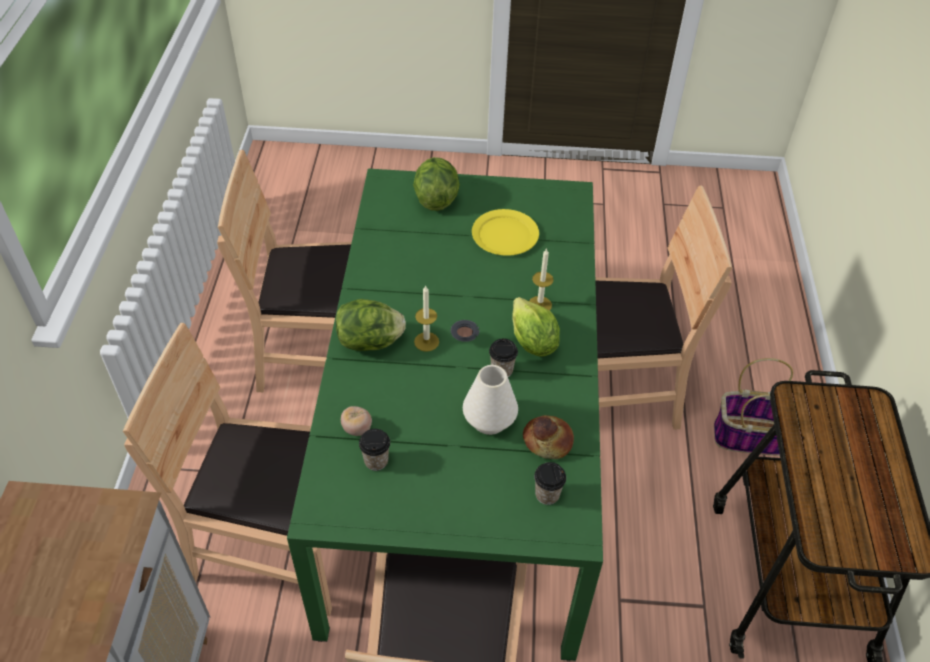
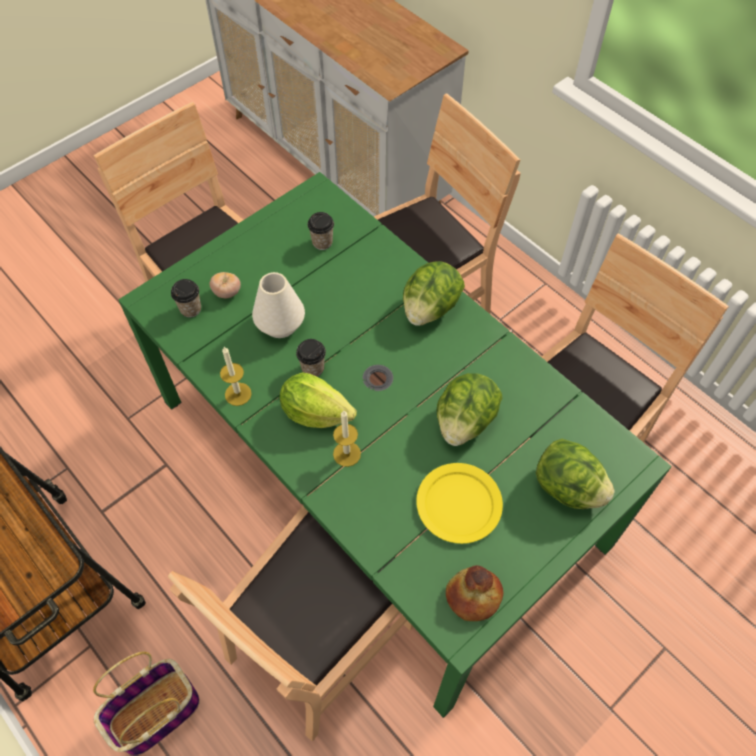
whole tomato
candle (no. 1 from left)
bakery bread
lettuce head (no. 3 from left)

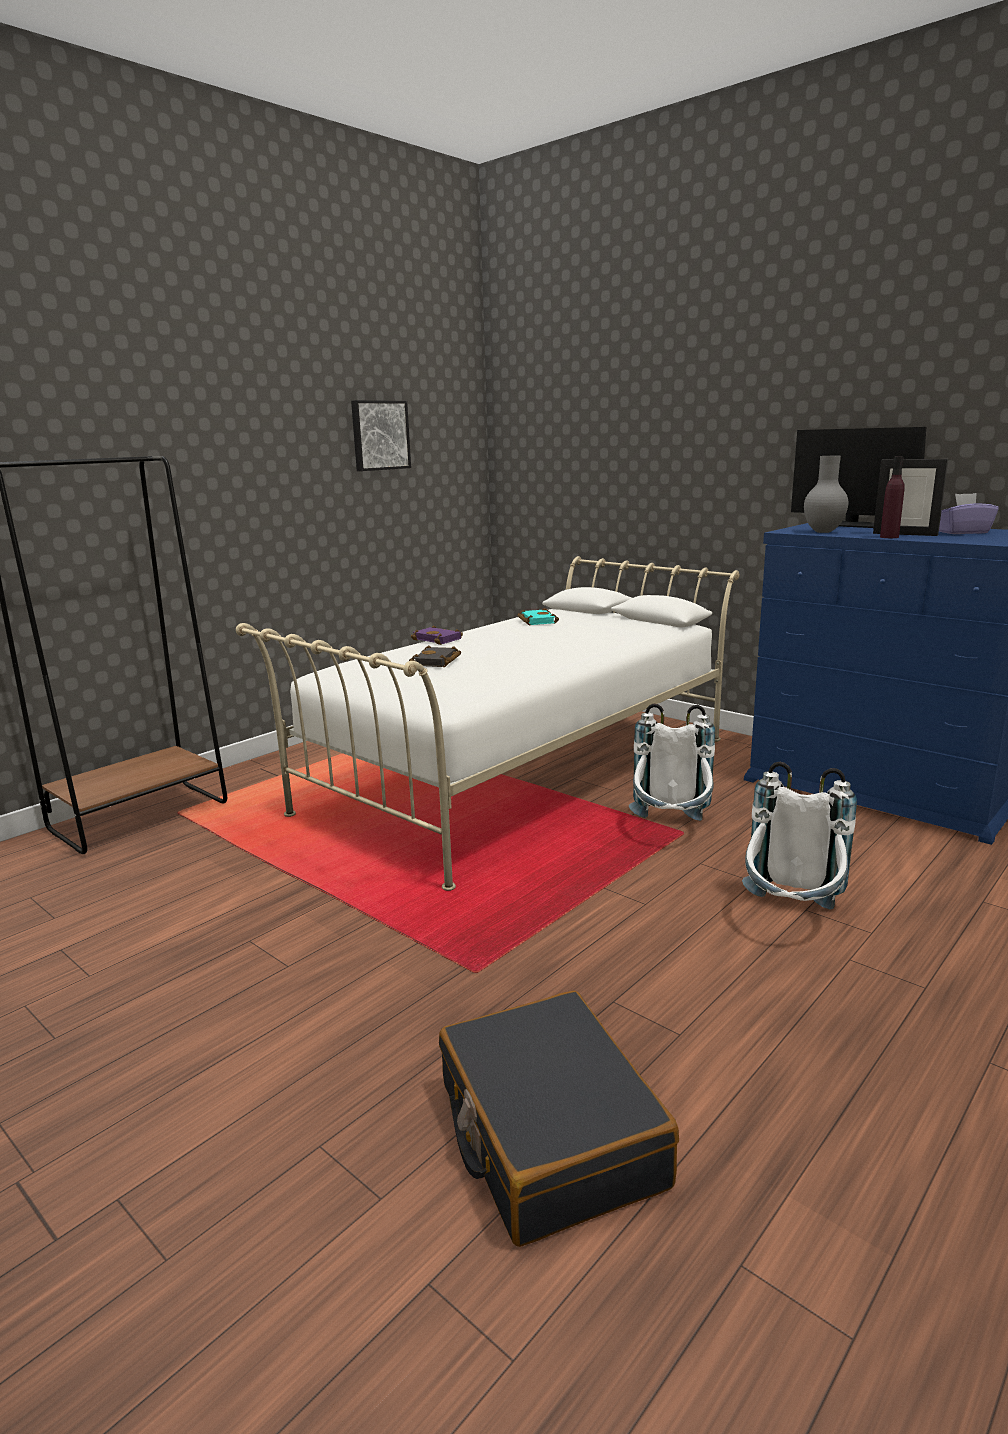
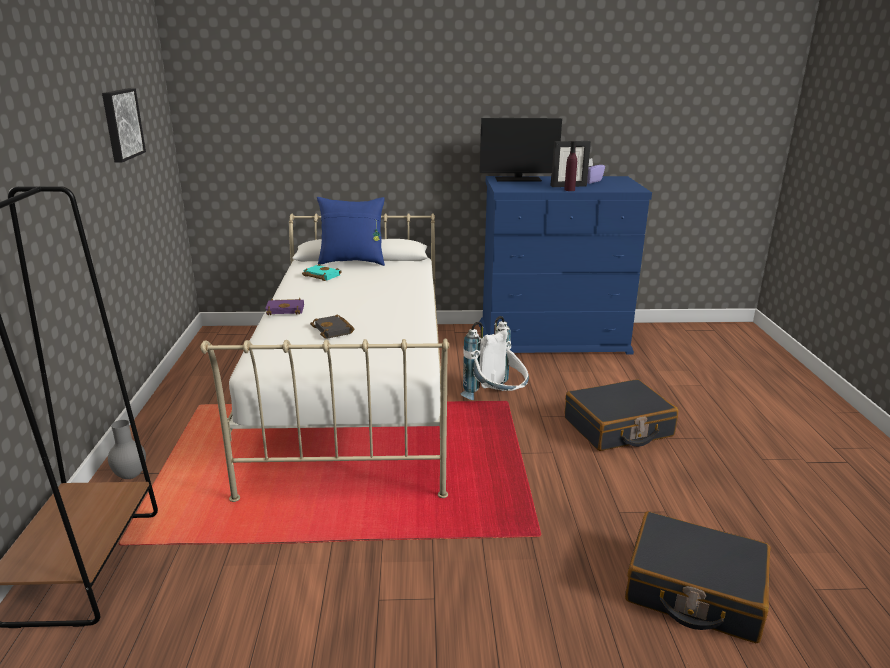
blackish travel case (no. 1 from left)
grey vase
bluish throw pillow

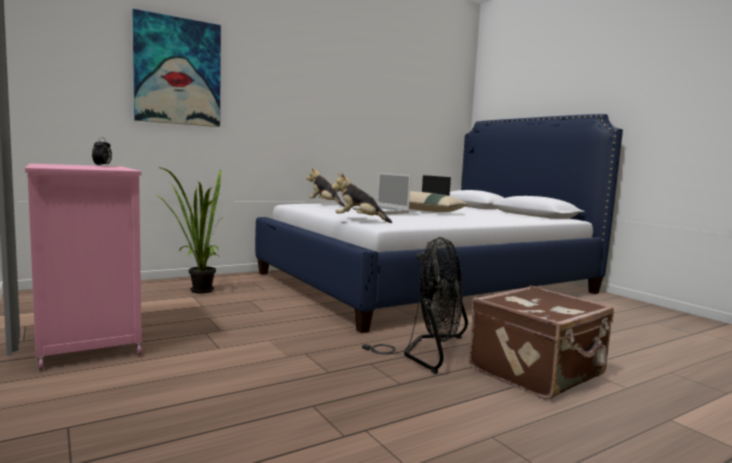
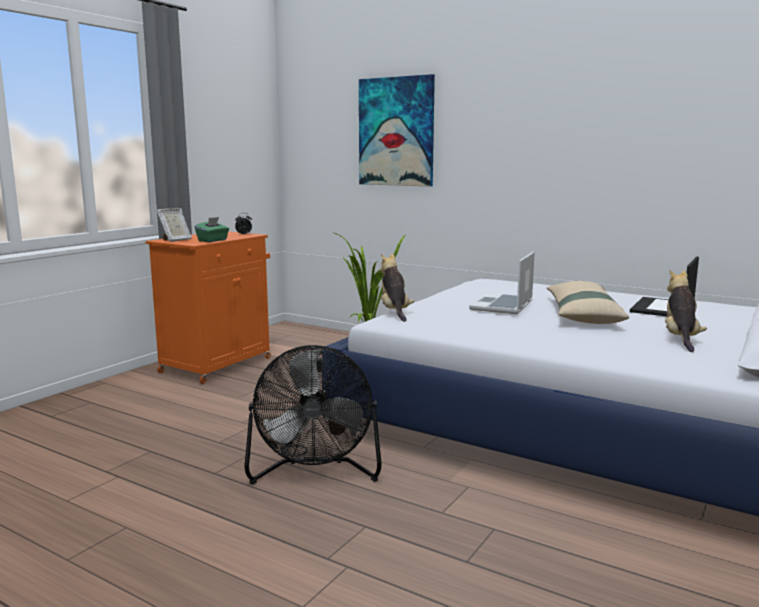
orange-coloured cupboard
soft toy (no. 2 from left)
brown travel case
standing frame
green box of tissues

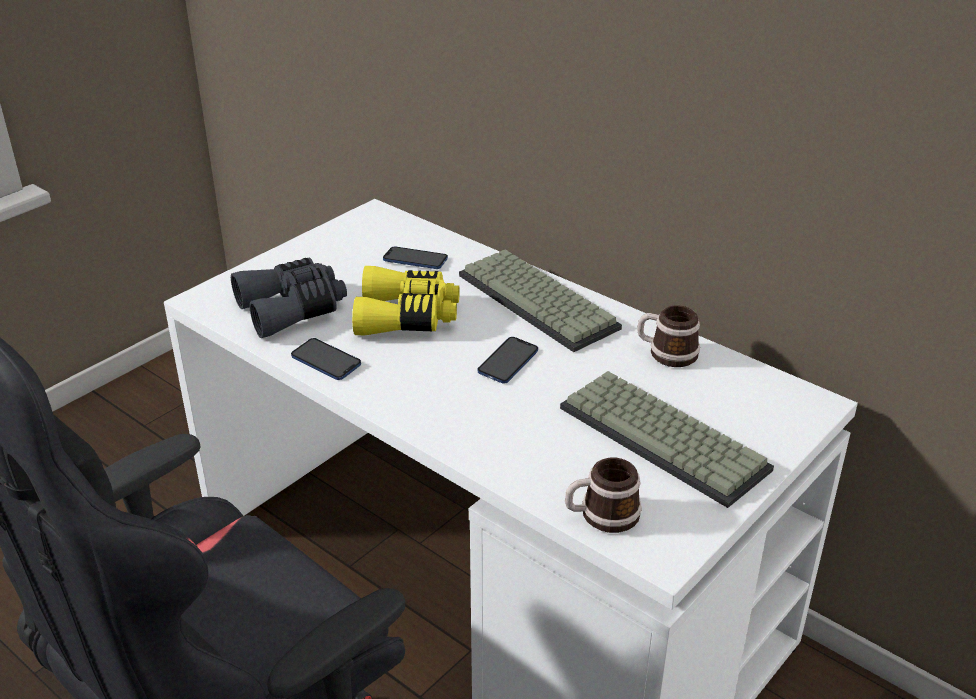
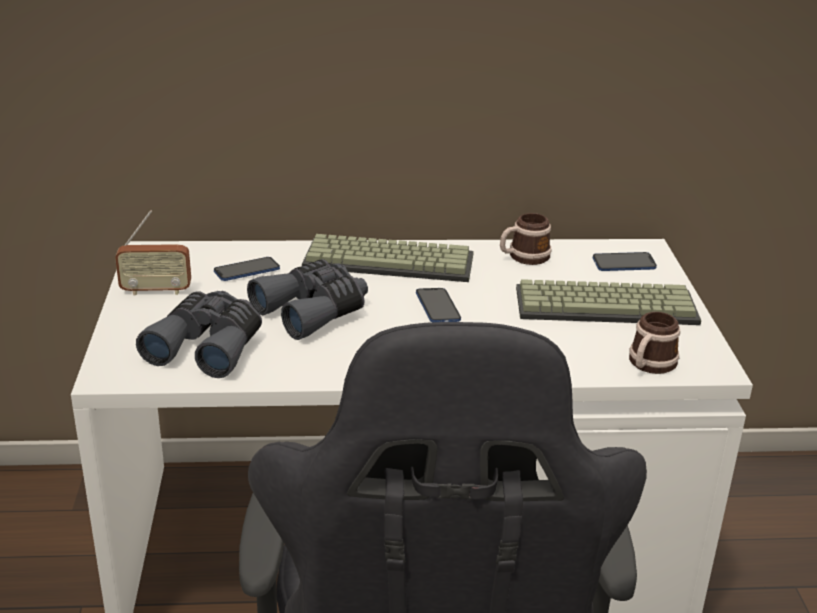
telephone (no. 3 from left)
grey field glasses (no. 2 from left)
radio

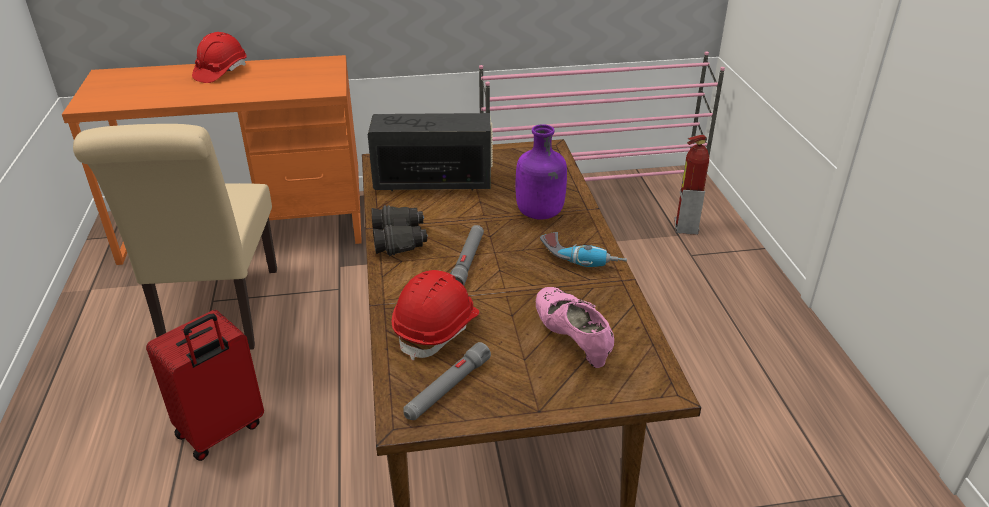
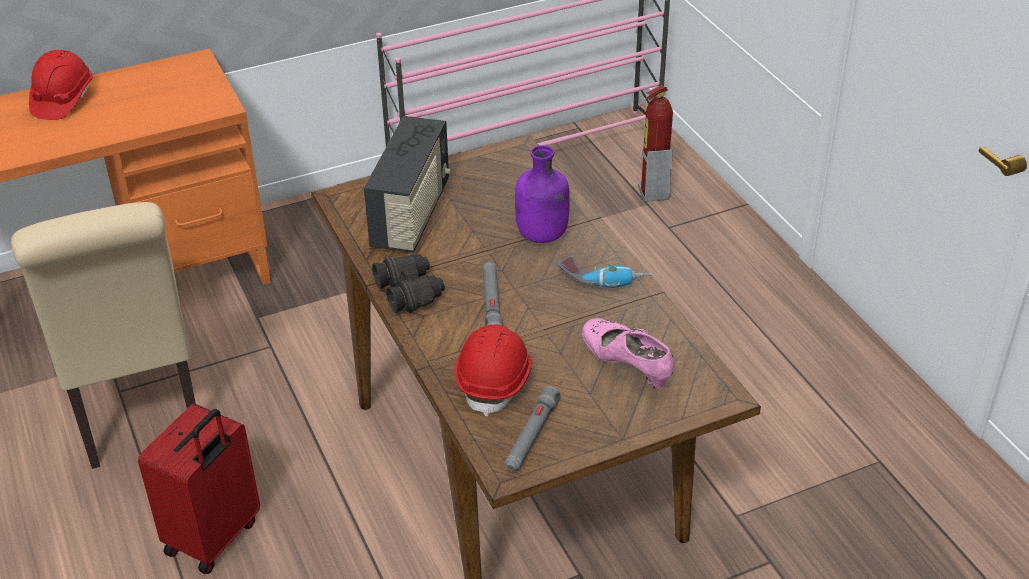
radio

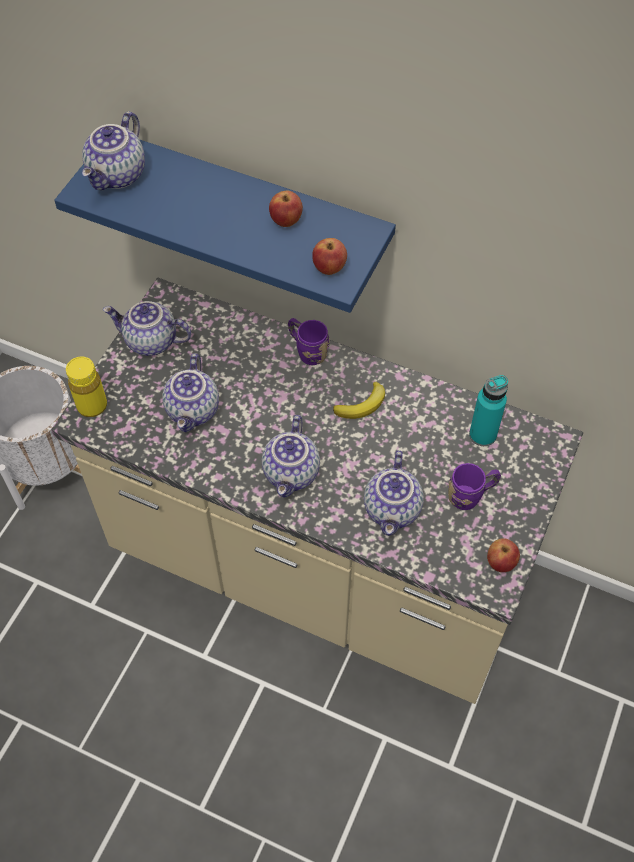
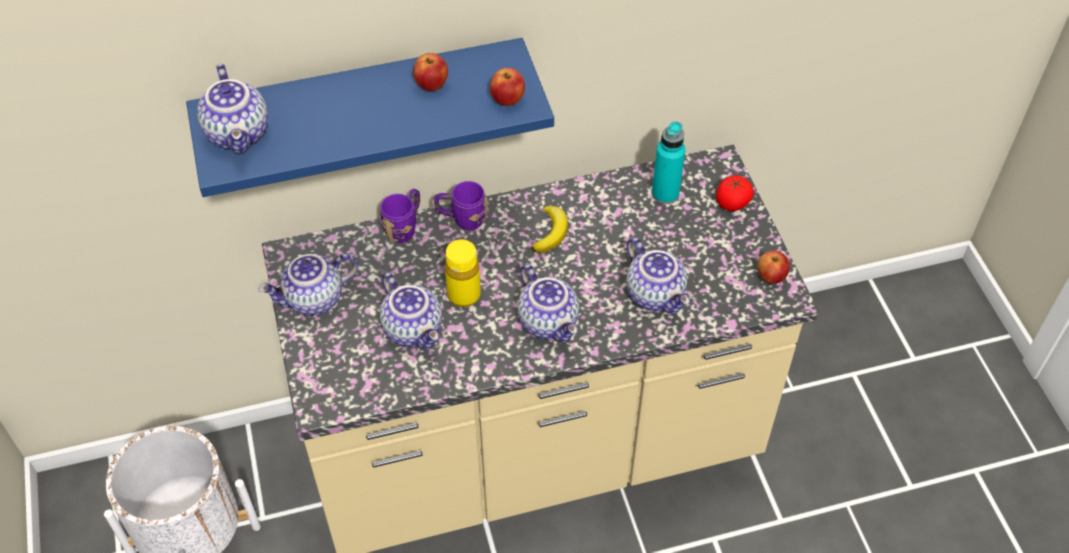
yellowish beverage bottle
purple-coloured coffee mug (no. 1 from left)
whole tomato

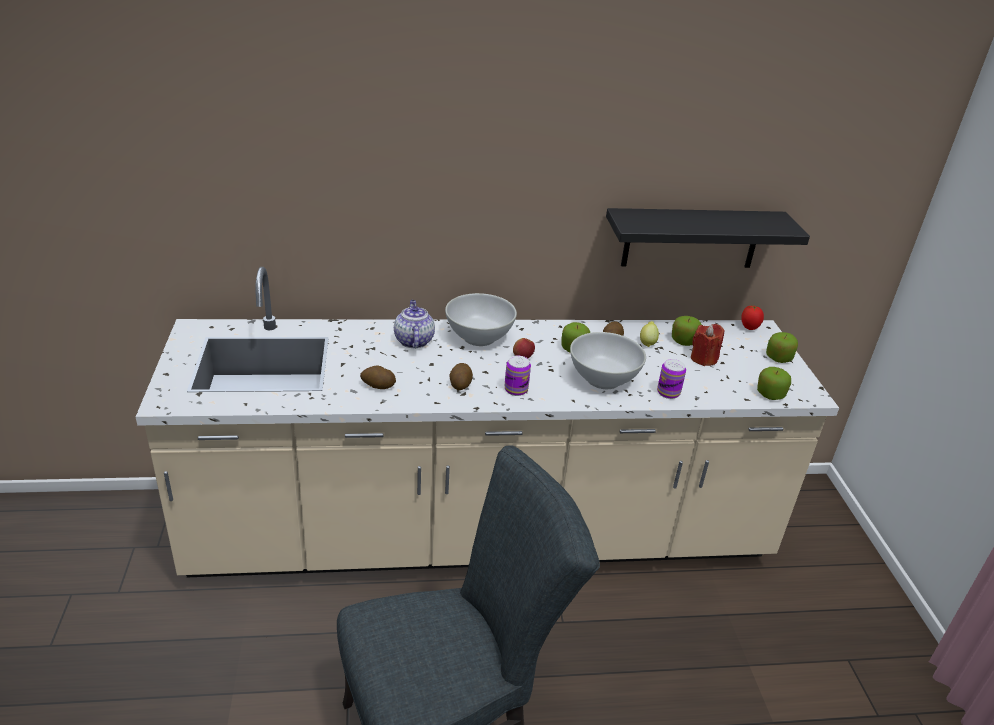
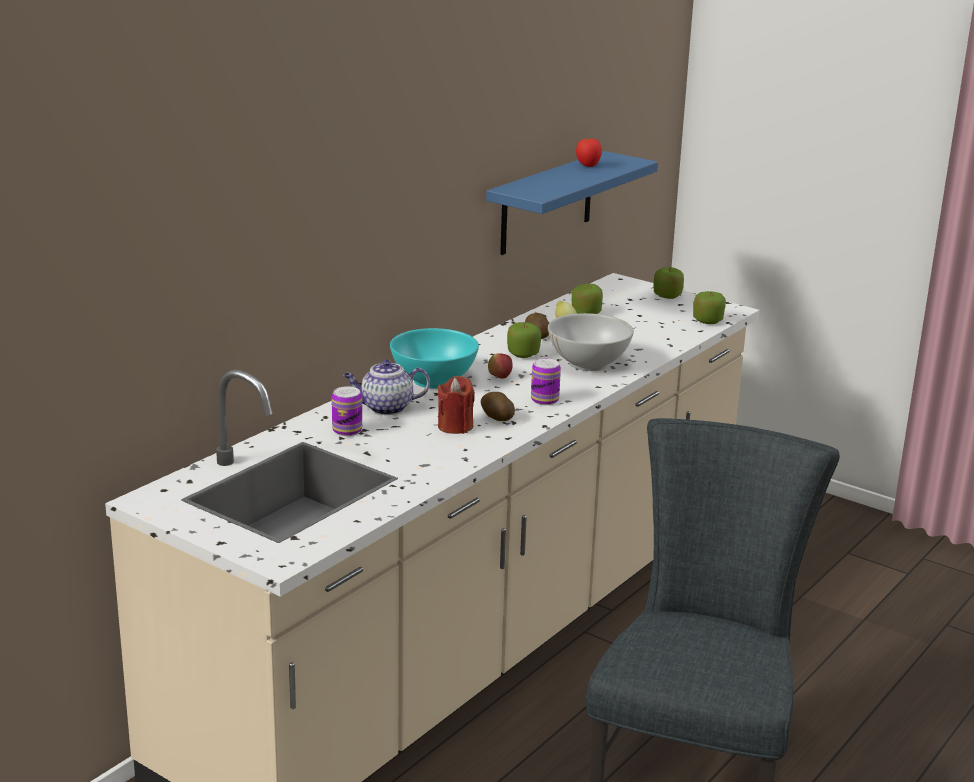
spud (no. 1 from left in the first image)
pot for tea
turquoise-coloured bowl
bluish bracket shelf
metal can (no. 1 from left)
red-coloured candle
whole tomato

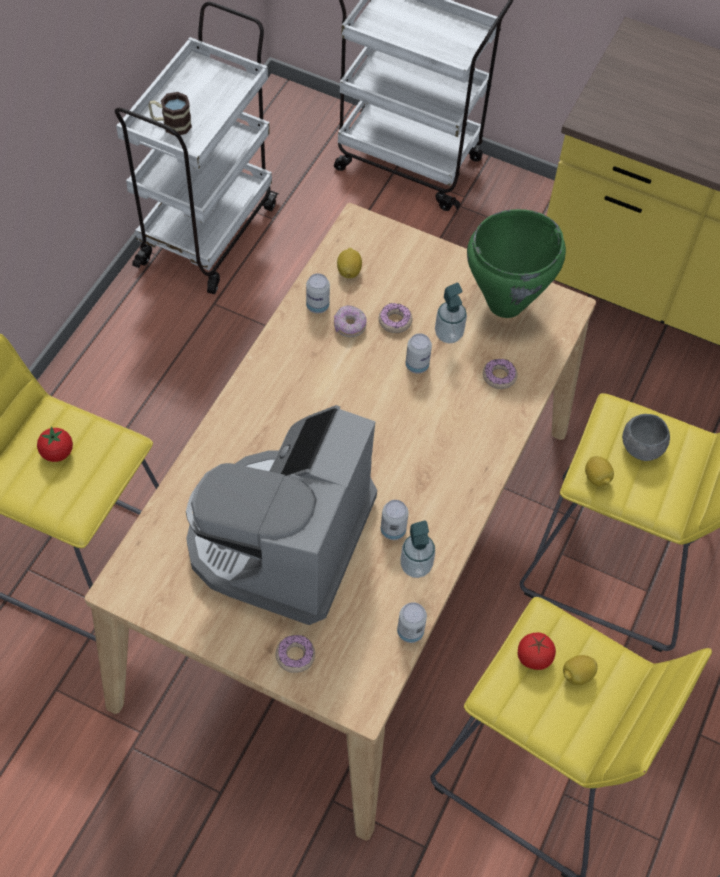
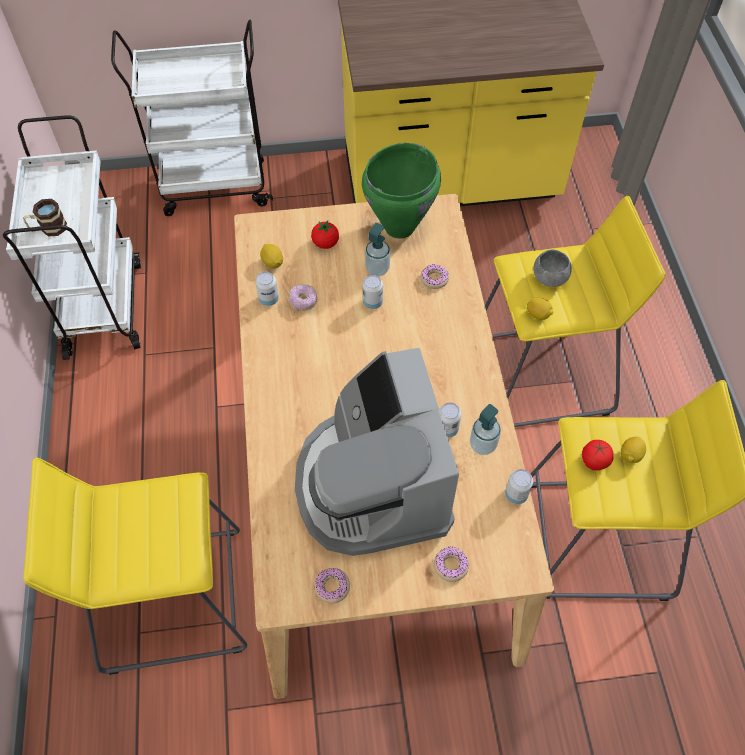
whole tomato (no. 1 from left)
donut (no. 2 from left)

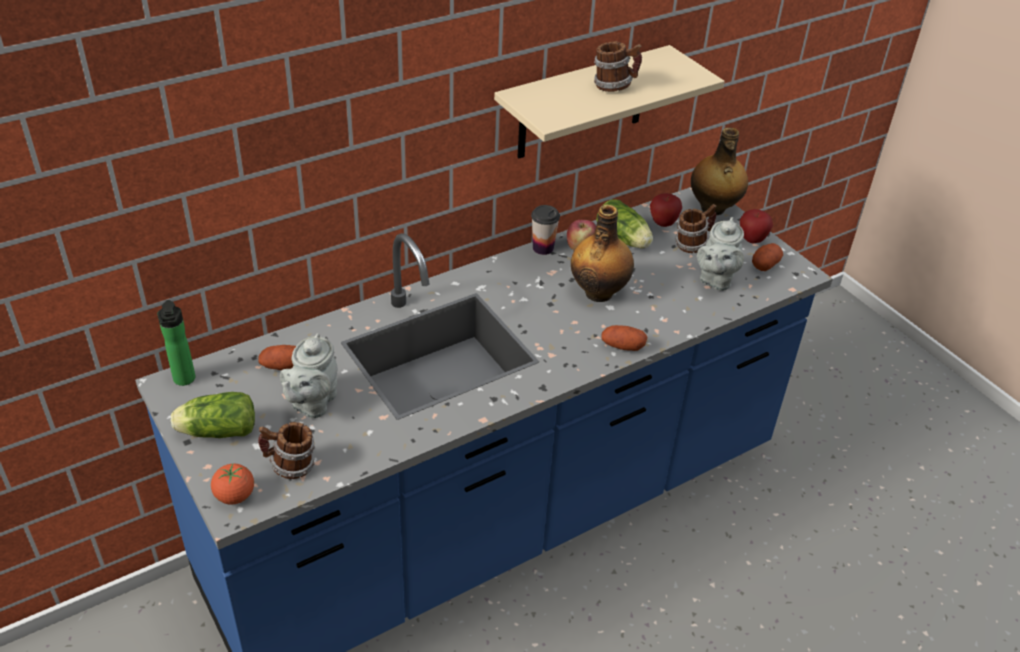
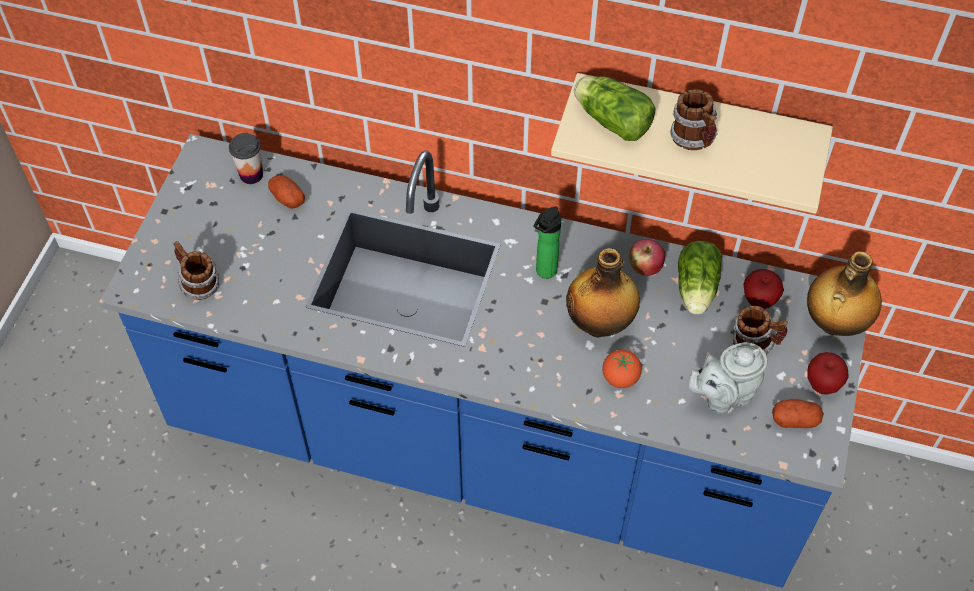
beverage bottle (no. 1 from left)
lettuce head (no. 1 from left)
whole tomato
grey pot for tea (no. 1 from left in the first image)
cup
spud (no. 2 from left in the first image)

